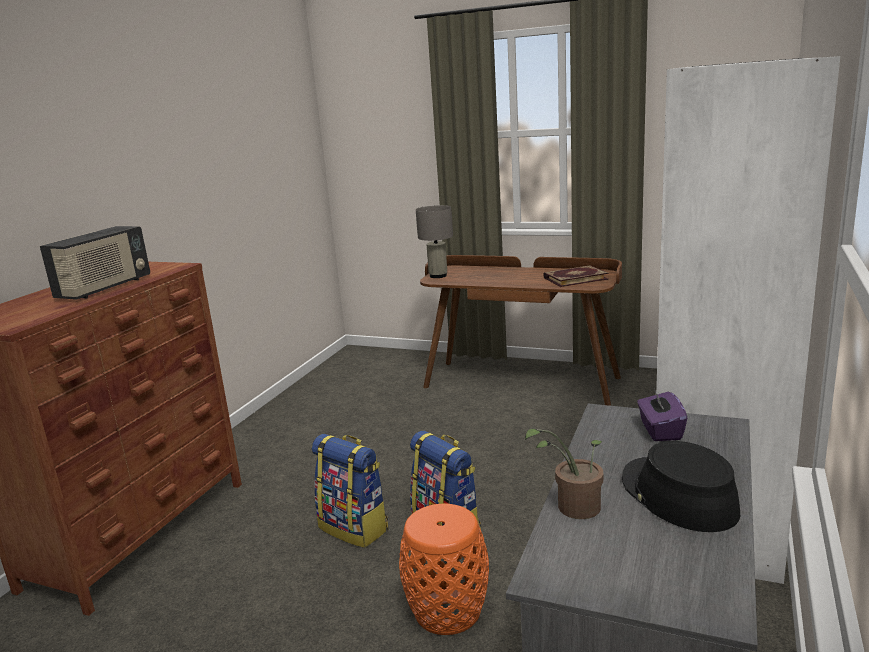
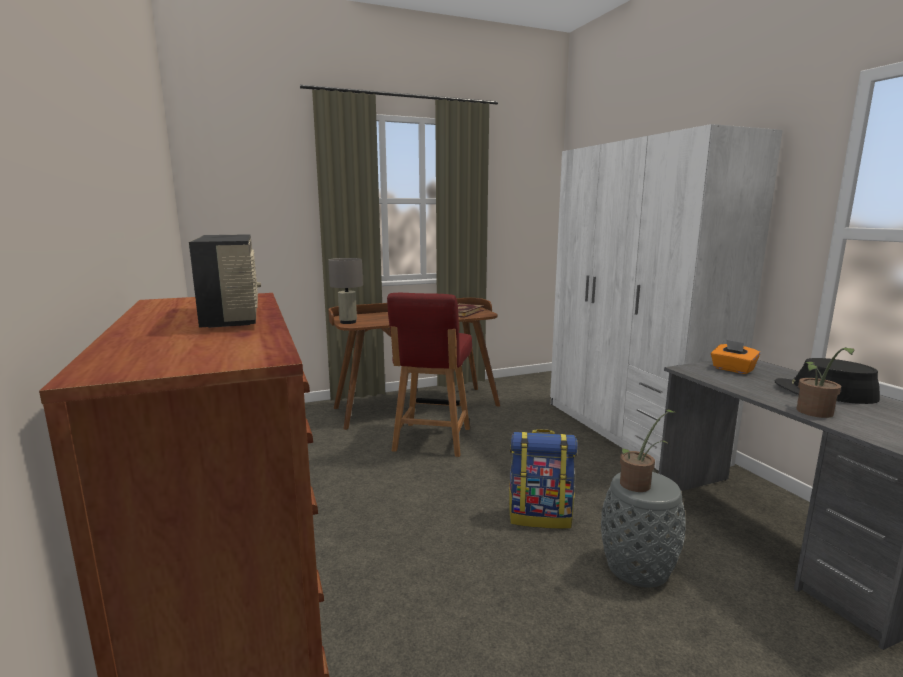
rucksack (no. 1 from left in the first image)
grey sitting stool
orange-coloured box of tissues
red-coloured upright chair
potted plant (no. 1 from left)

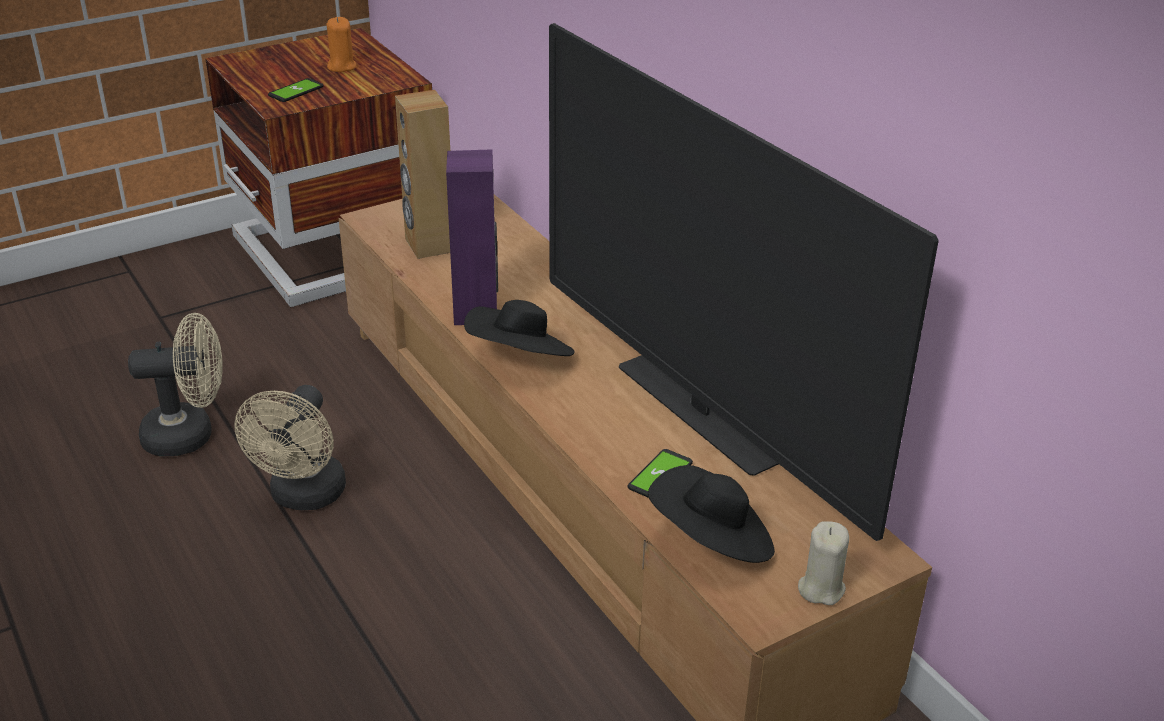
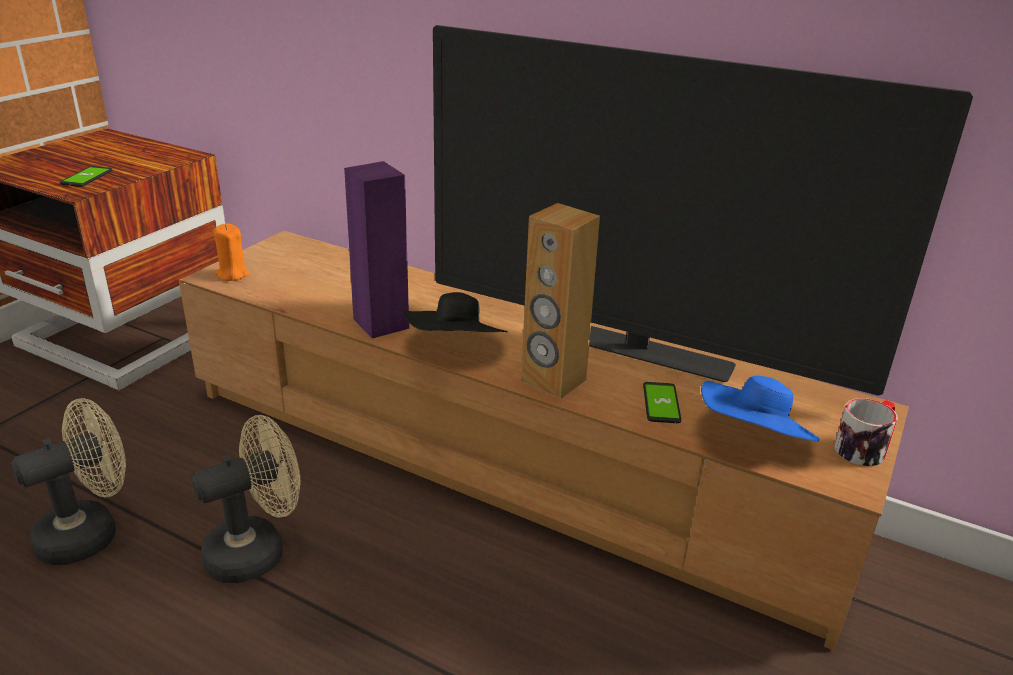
beige cooling fan (no. 2 from left)
orange-coloured candle
brown loudspeaker
bluish wearable hat
coffee mug

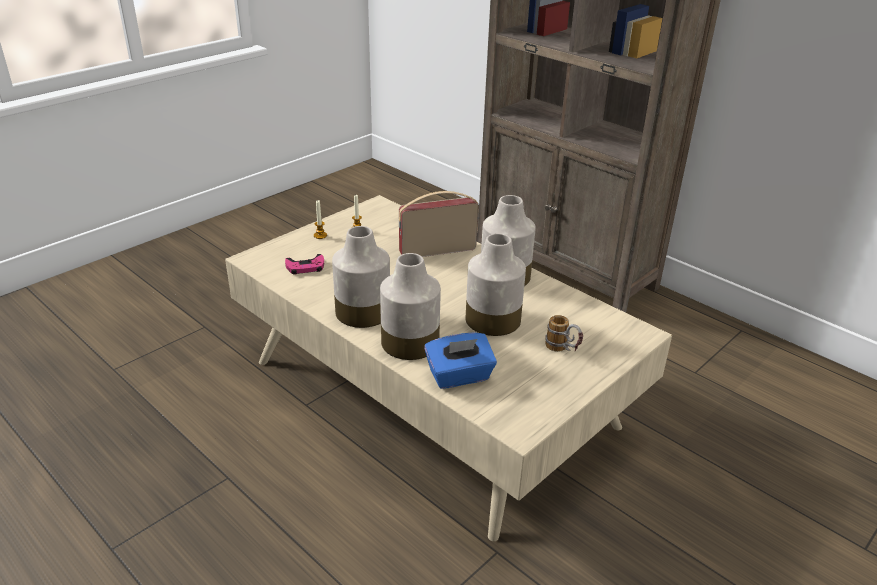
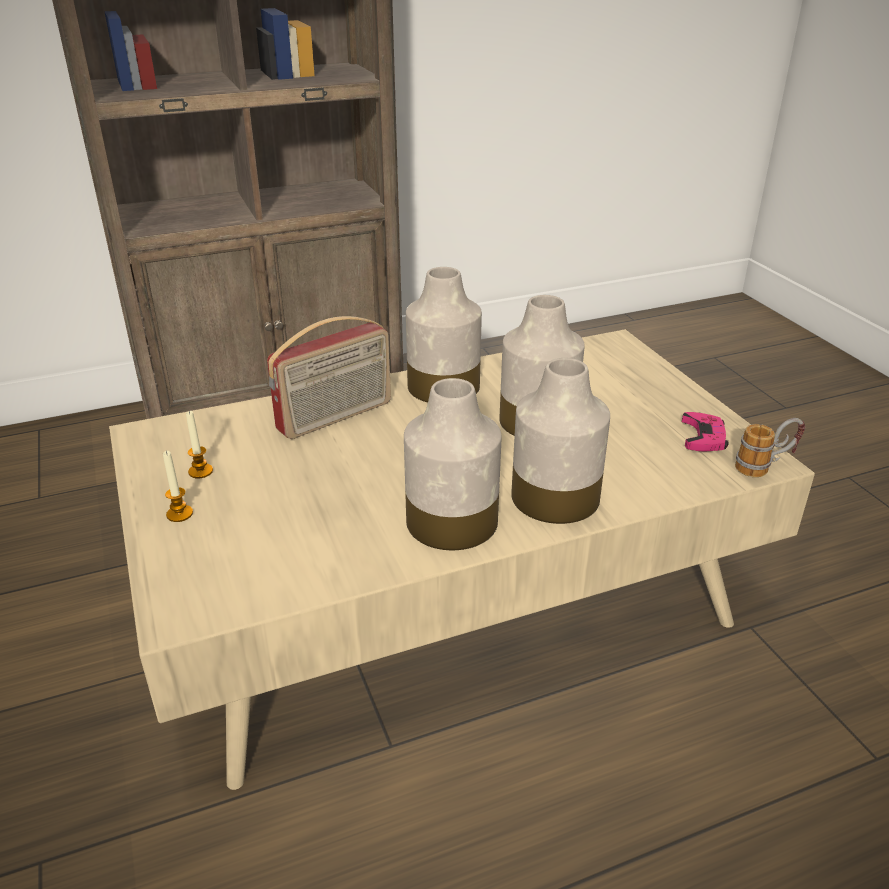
pinkish game controller
radio
bluish box of tissues
coffee mug

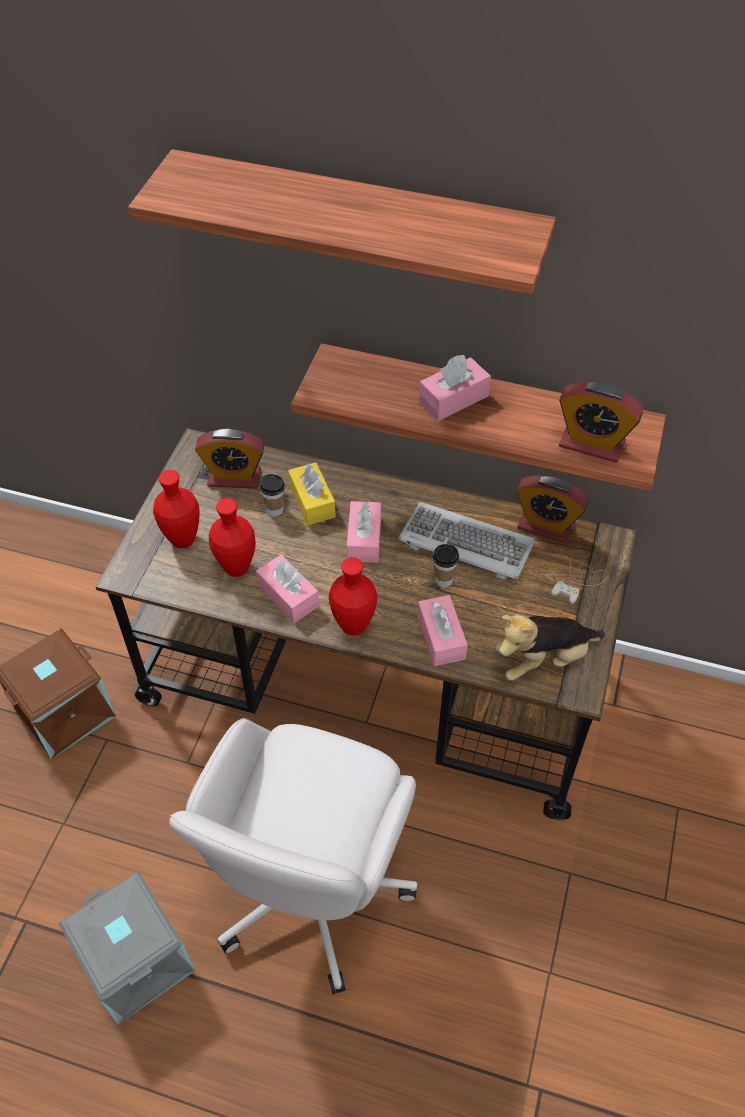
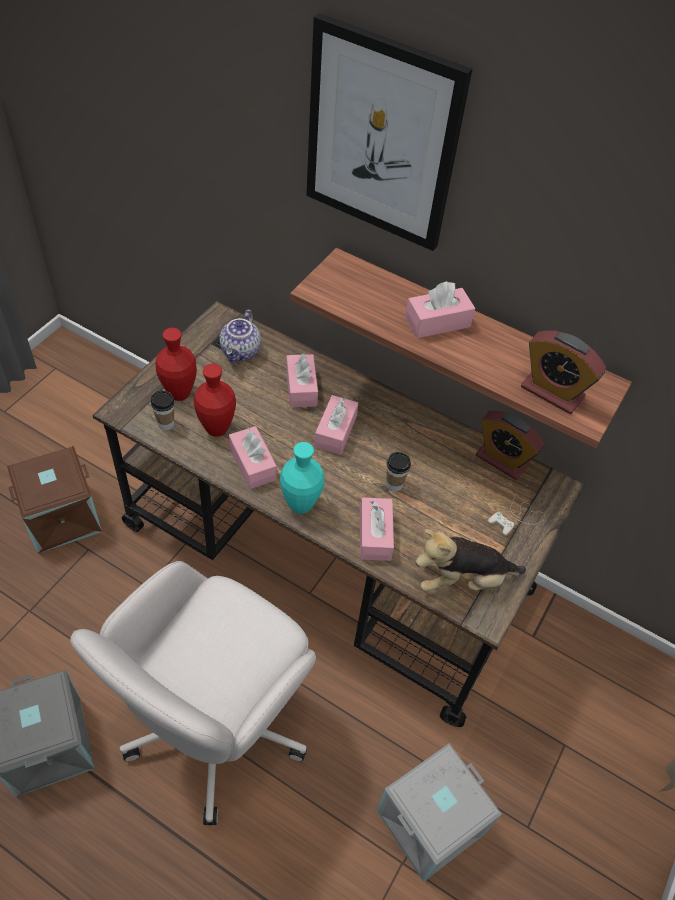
picture
pot for tea
cup (no. 1 from left)
pinkish box of tissues (no. 2 from left)
turquoise-coloured vase
computer keyboard
grey storage box (no. 2 from left)

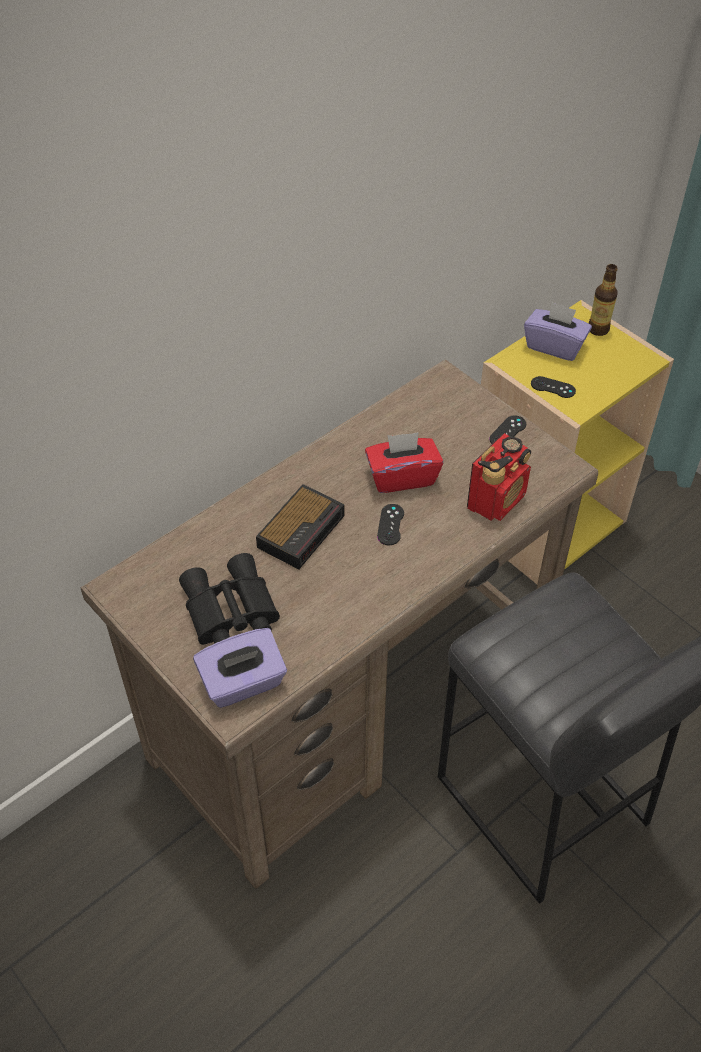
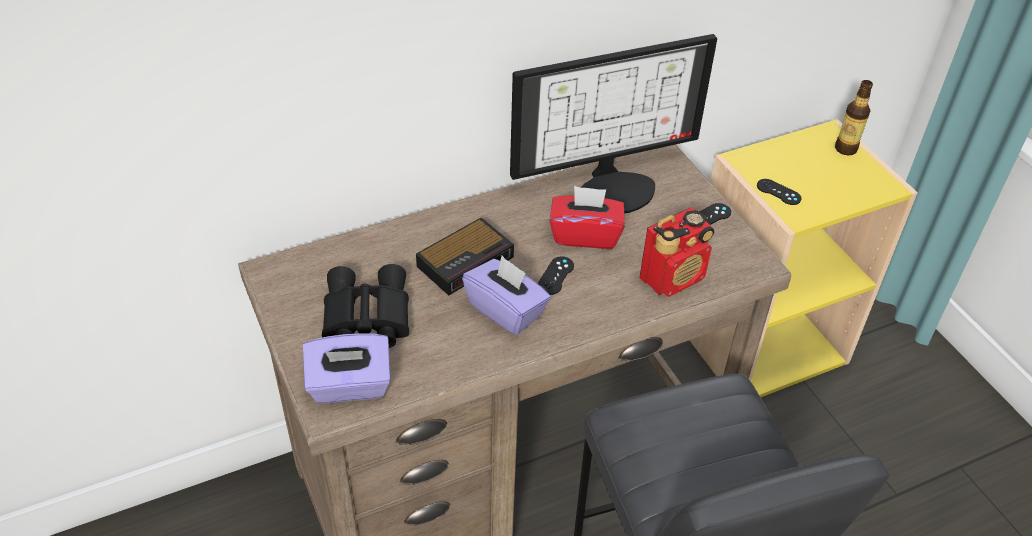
purple-coloured box of tissues (no. 2 from left)
computer display

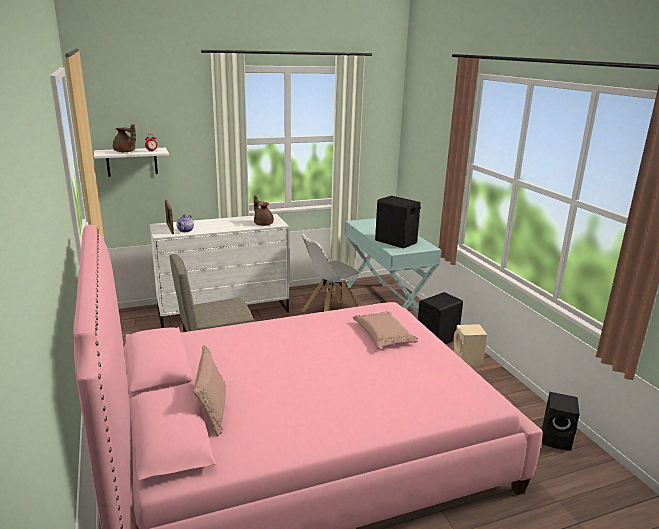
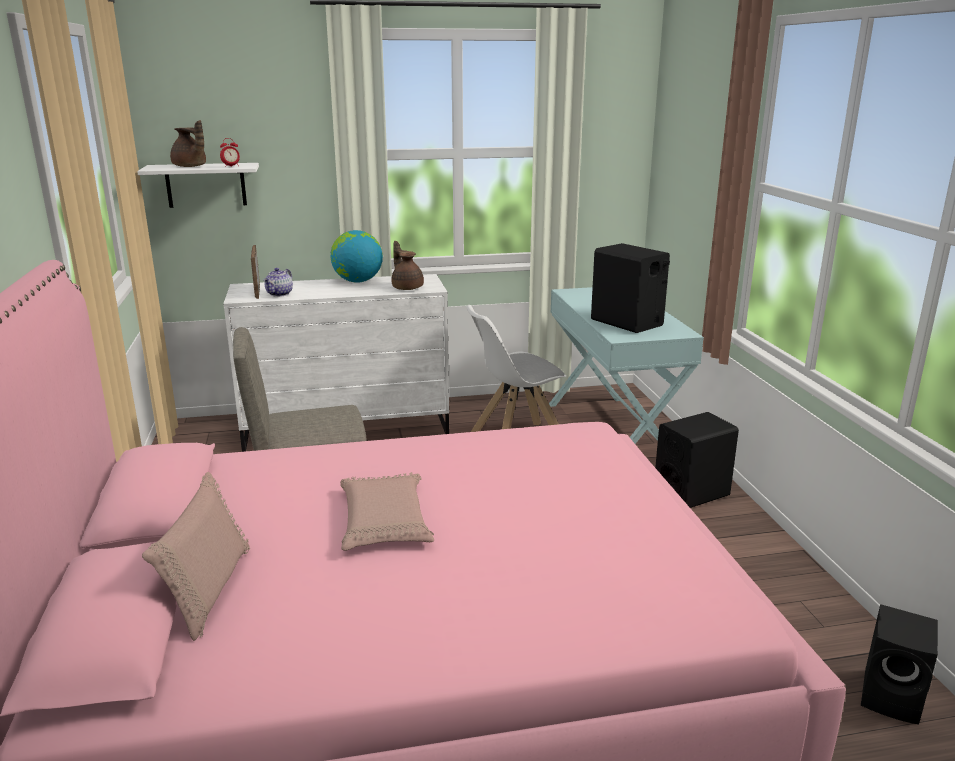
beige throw pillow (no. 2 from left)
beige loudspeaker
world globe

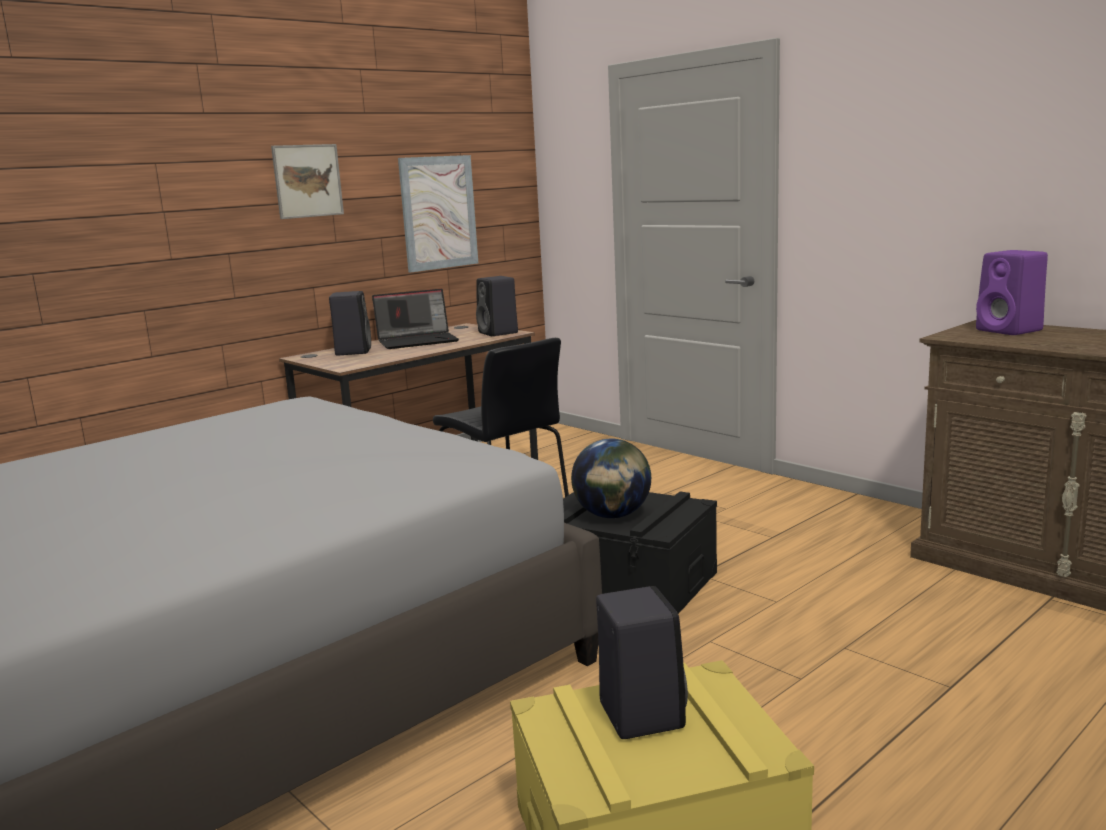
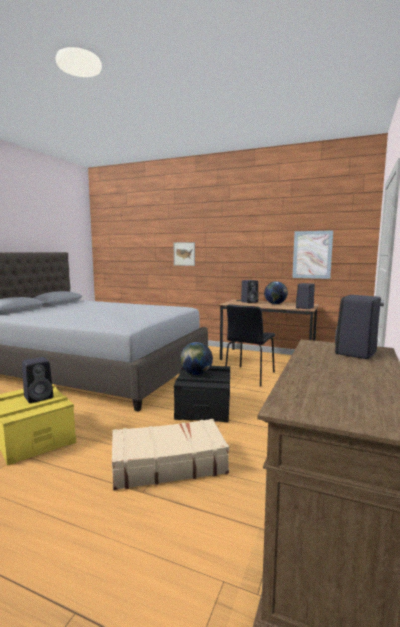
picture (no. 1 from left)
world globe (no. 2 from left)
blackish loudspeaker (no. 4 from left)
beige travel case

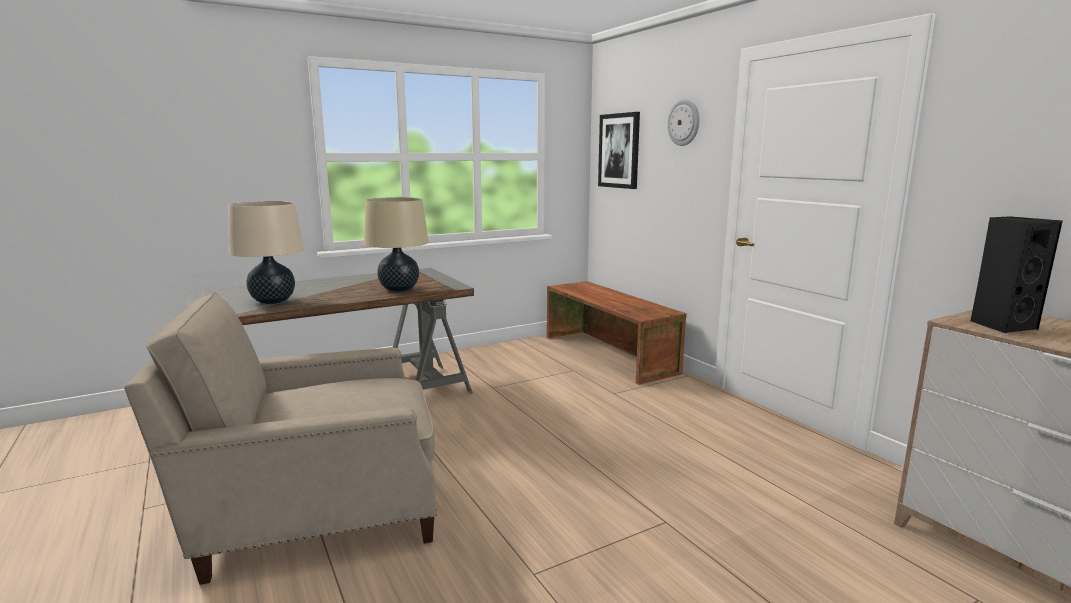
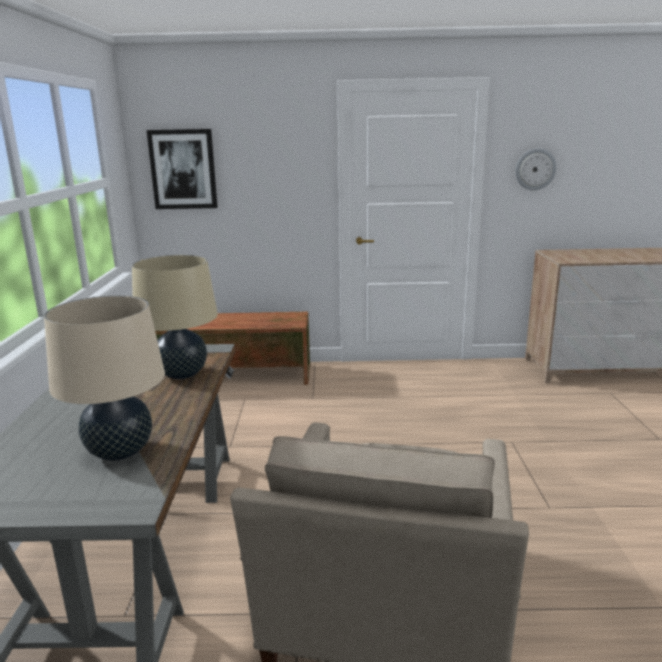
wall clock
blackish loudspeaker

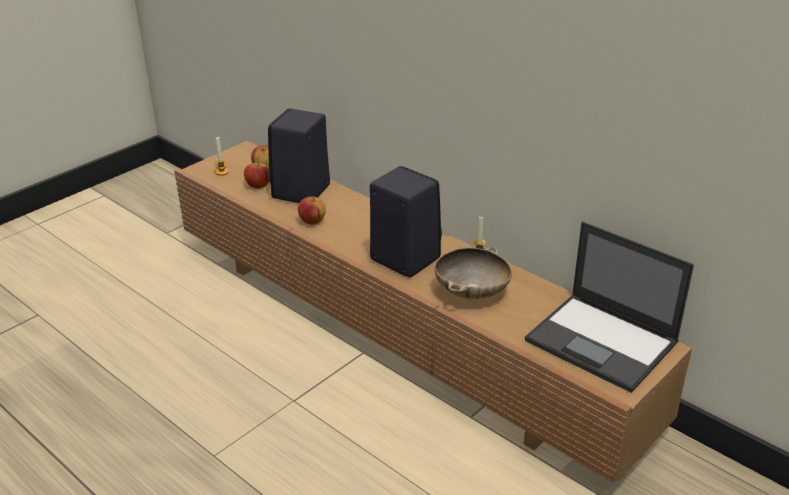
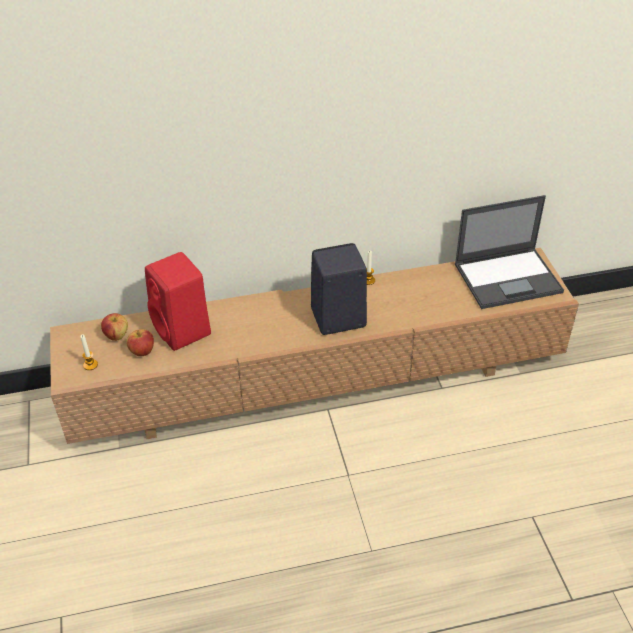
red-coloured loudspeaker
apple fruit (no. 3 from left in the first image)
beige bowl

